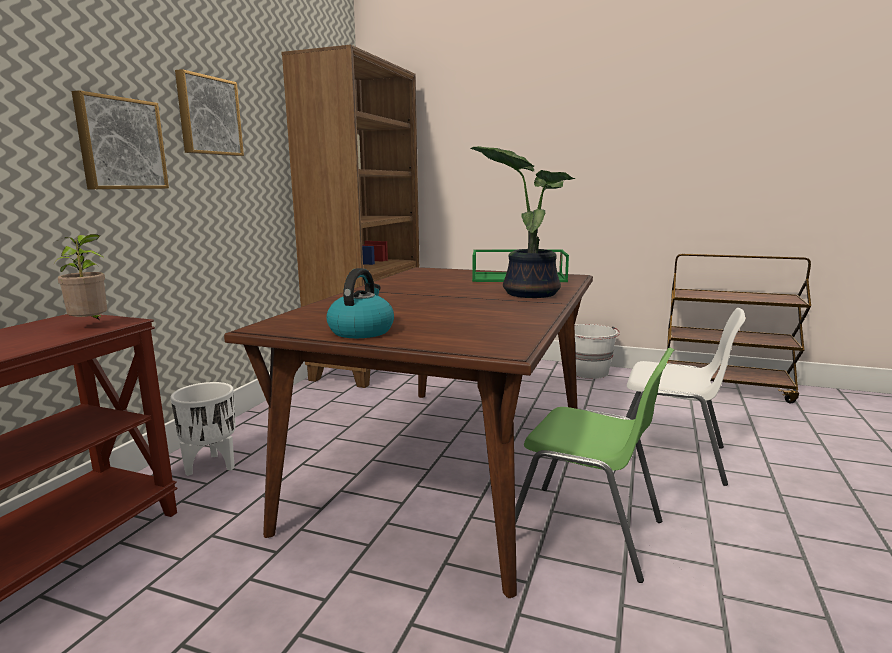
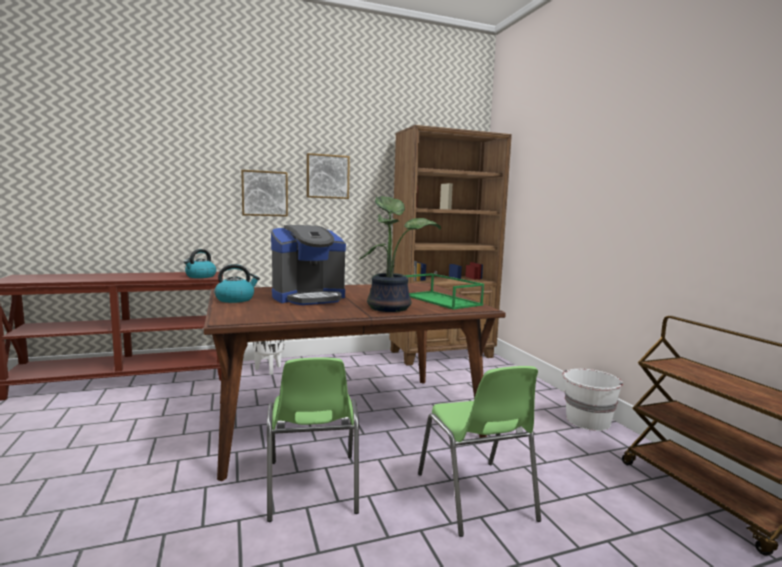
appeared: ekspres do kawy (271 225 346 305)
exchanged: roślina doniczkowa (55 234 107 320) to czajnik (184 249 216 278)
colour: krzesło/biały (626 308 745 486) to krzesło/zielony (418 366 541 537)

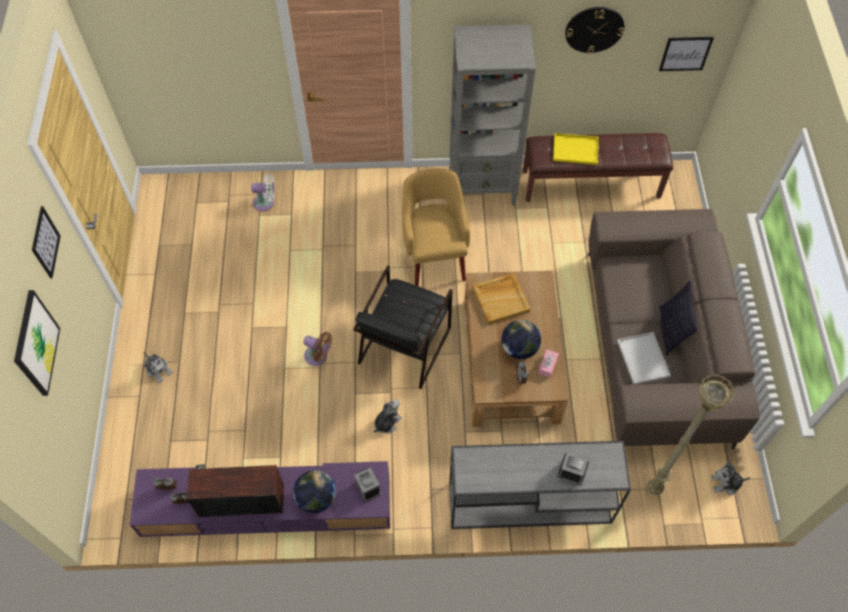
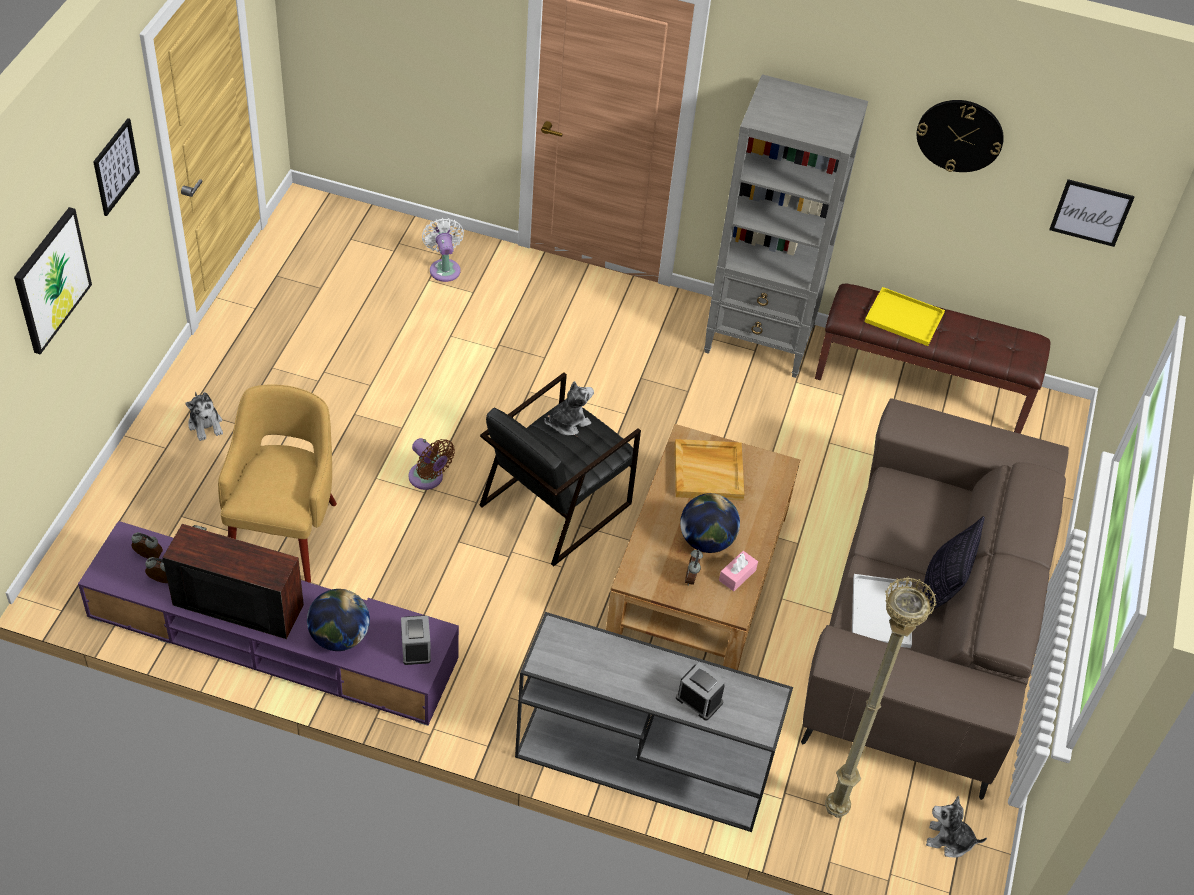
relocated: fotel/żółty (402 169 470 286) to (218 384 337 583); pluszak (374 400 402 434) to (544 381 594 435)
spun: wentylator/biały (251 173 275 211) = (422 218 464 282) 120 degrees counterclockwise

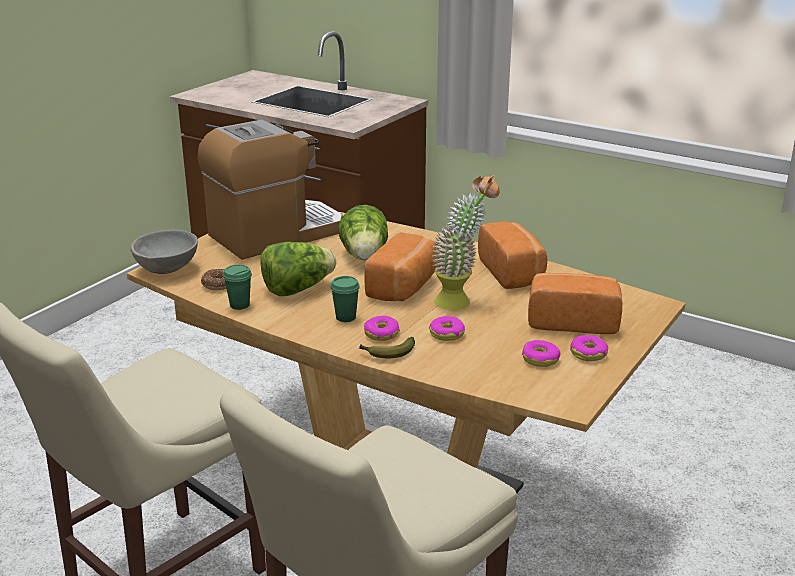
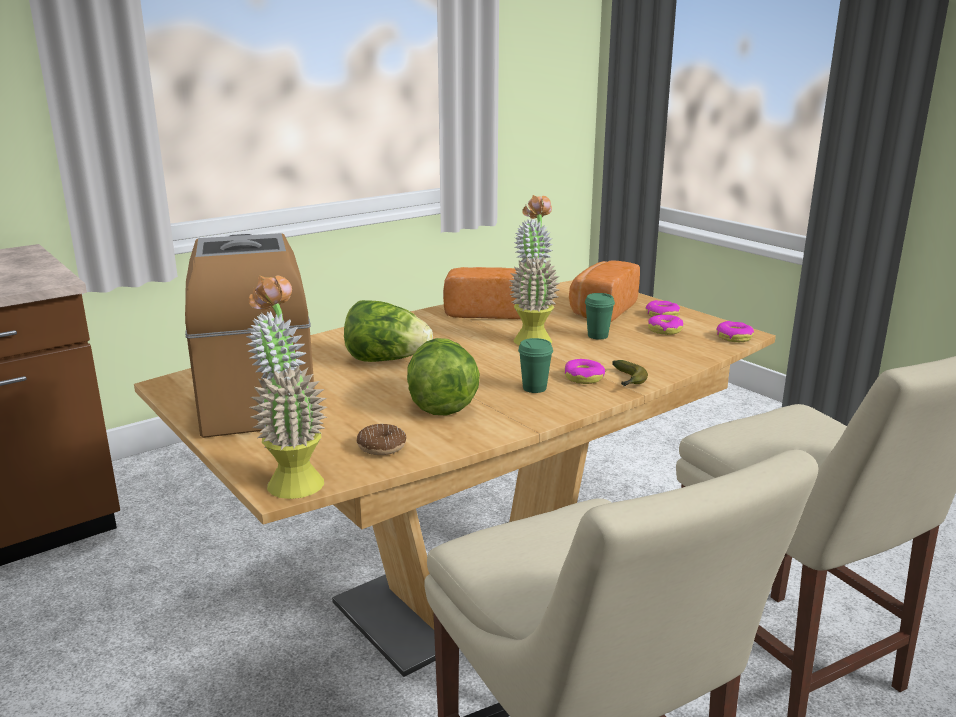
missing: chleb (364 232 436 302)
relocated: filiżanka/zielony (223 265 252 310) to (585 293 615 339); donut (429 316 465 341) to (716 321 754 342)
exchanged: miska/szary (131 230 198 274) to roślina doniczkowa (246 276 327 499)

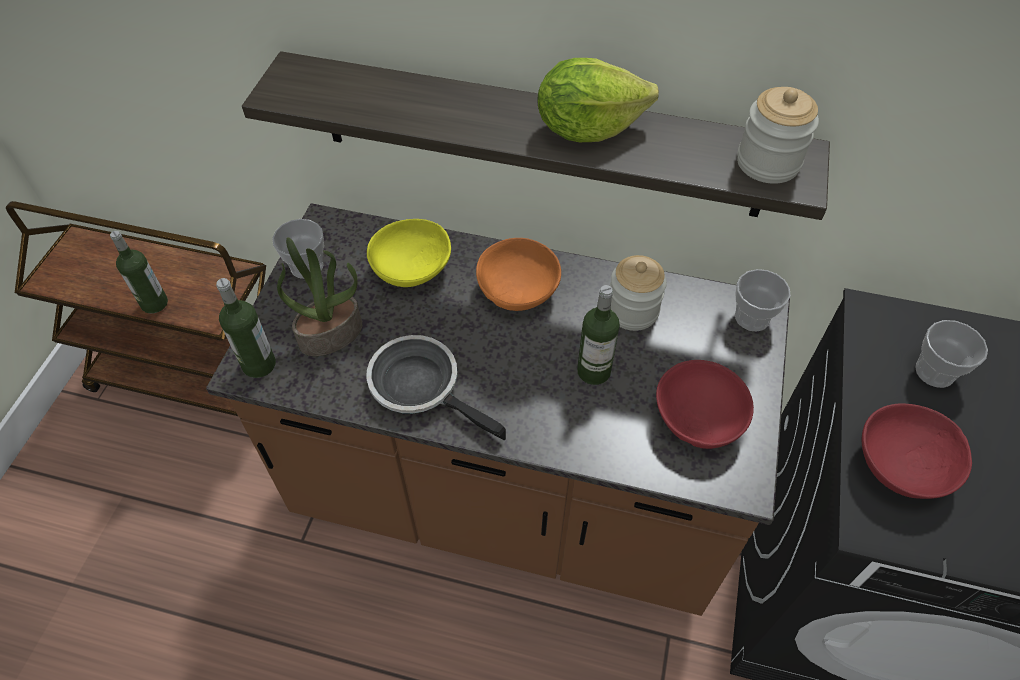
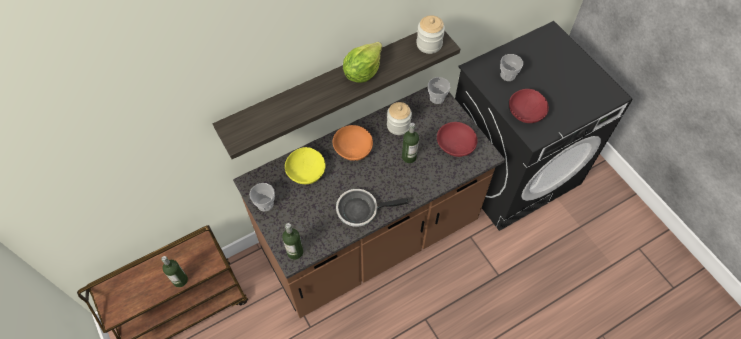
missing: roślina doniczkowa (277 237 362 356)

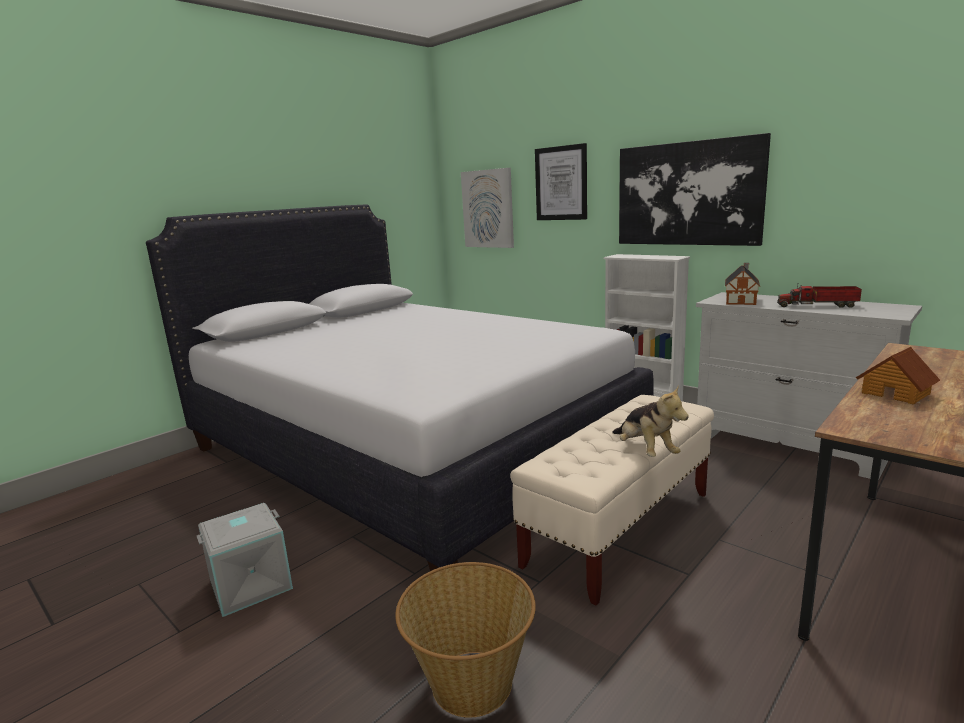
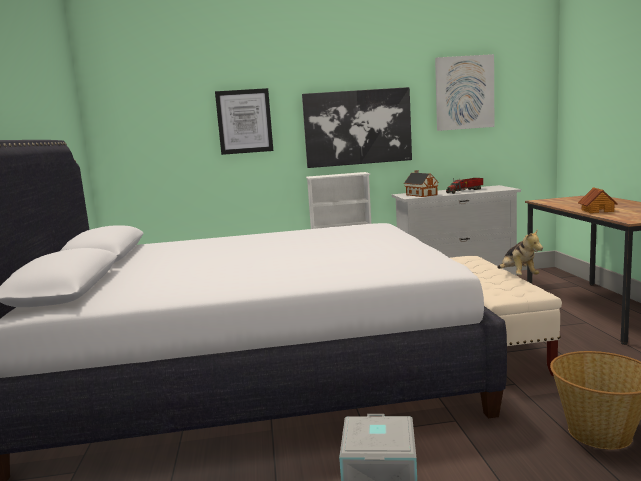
relocated: obraz (461 168 514 248) to (435 54 494 131)
spun: pluszak (612 385 689 457) = (497 229 543 275) 60 degrees clockwise

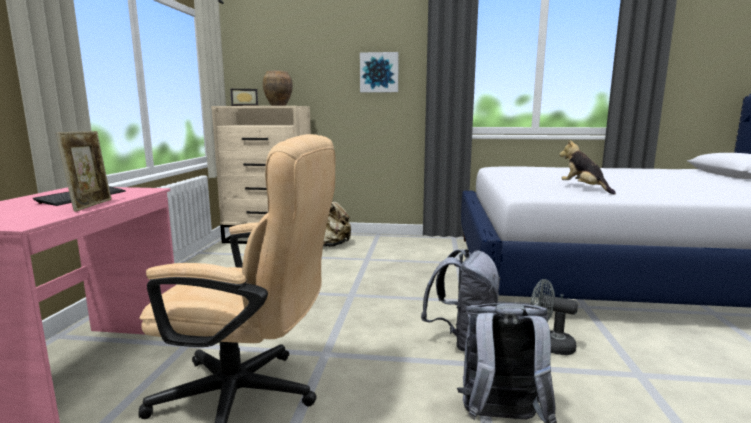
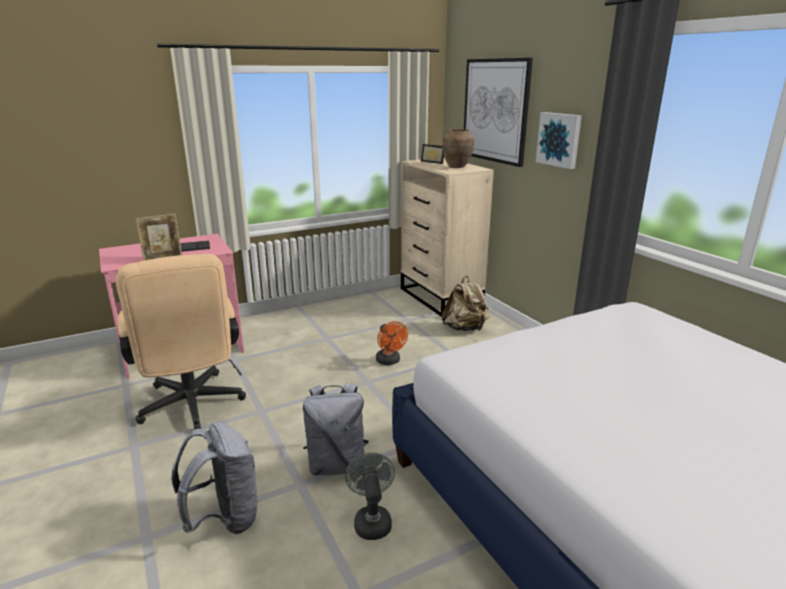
missing: pluszak (559 140 616 195)
appeared: obraz (464 58 533 167); wentylator/pomarańczowy (376 321 408 365)

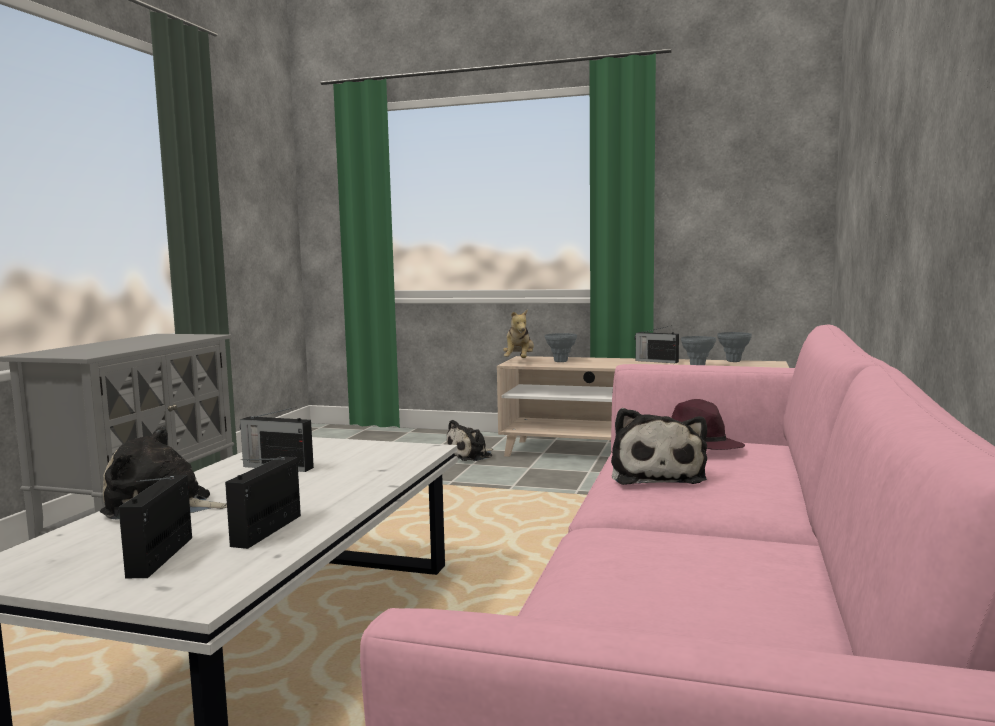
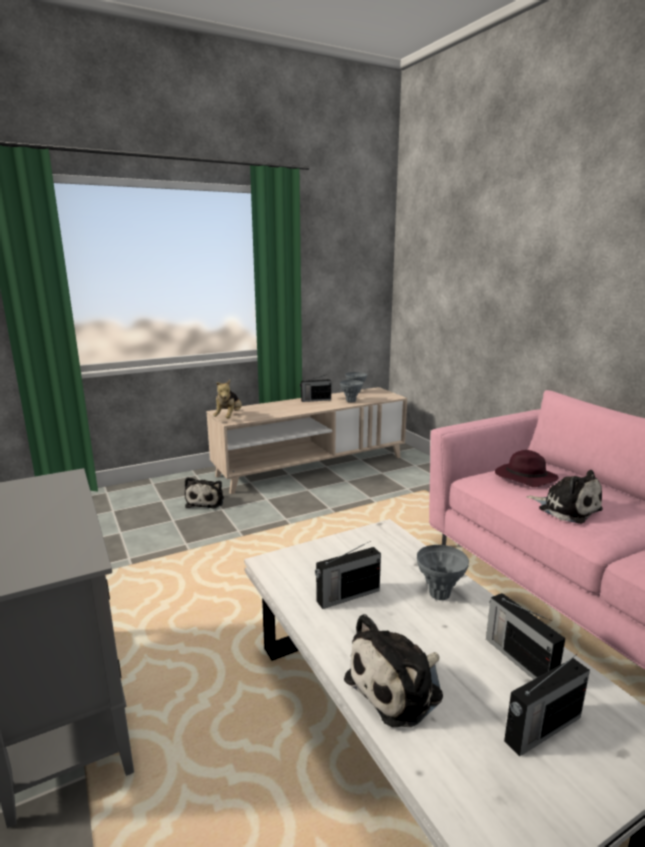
relocated: wazon/szary (545 333 577 362) to (417 545 469 600)
spun: pluszak (503 309 534 358) = (213 380 242 418) 45 degrees clockwise; radio (119 475 192 578) = (504 654 590 756) 75 degrees counterclockwise

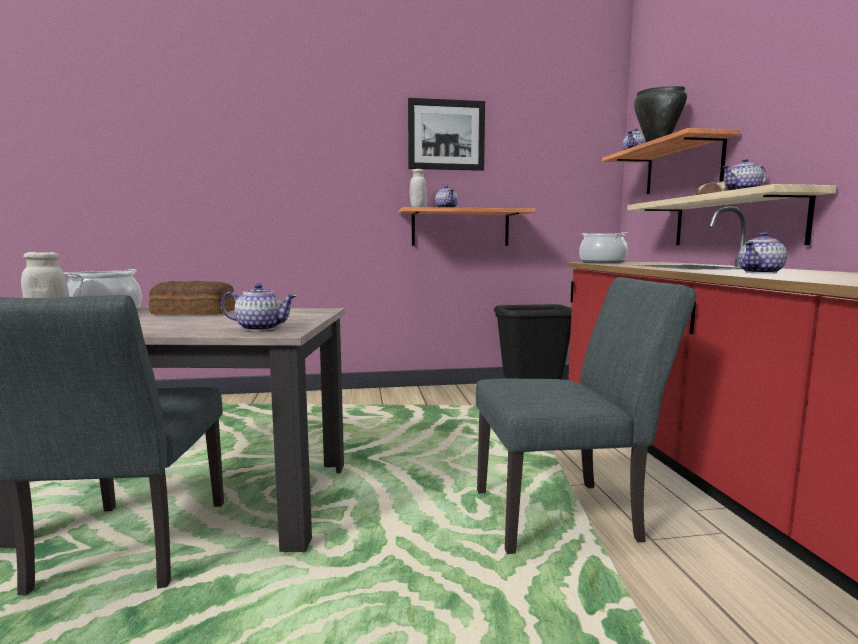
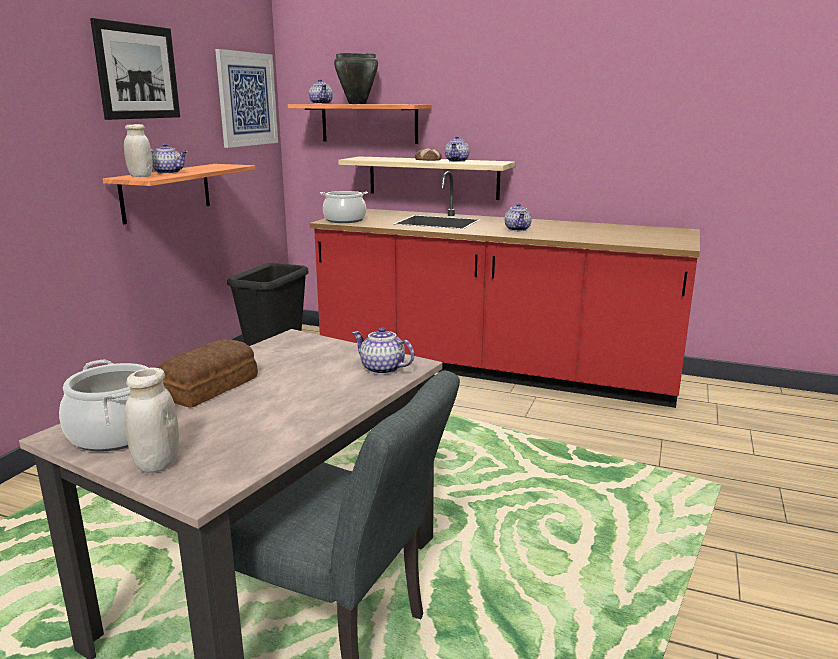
missing: krzesło/szary (476 277 696 554)
appeared: obraz (215 49 278 148)
spun: imbryk (221 283 297 331) = (352 327 414 375) 90 degrees counterclockwise

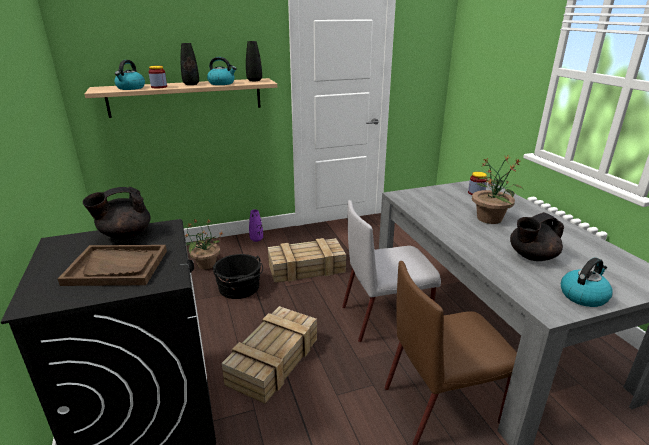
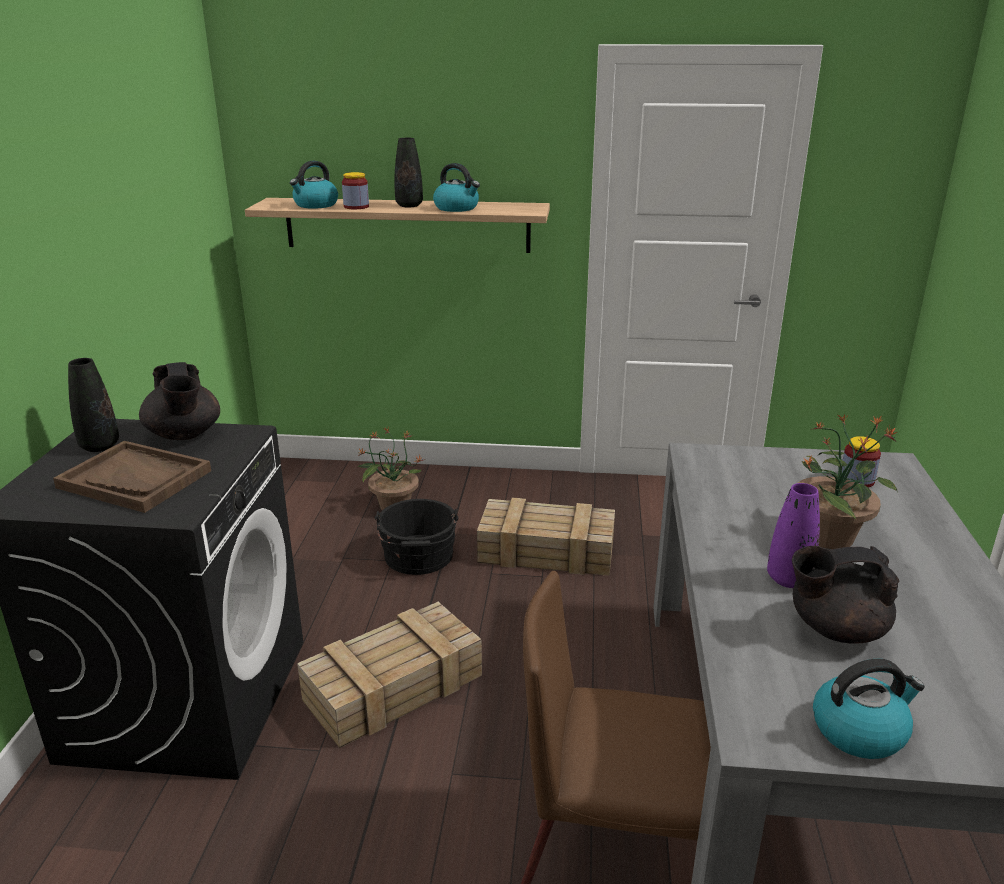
missing: krzesło/szary (342 200 441 342)
relocated: wazon/czarny (246 41 262 81) to (68 358 119 452); wazon/fioletowy (249 209 263 242) to (767 483 820 588)
spun: imbryk/czarny (83 187 151 239) = (139 362 220 440) 105 degrees counterclockwise

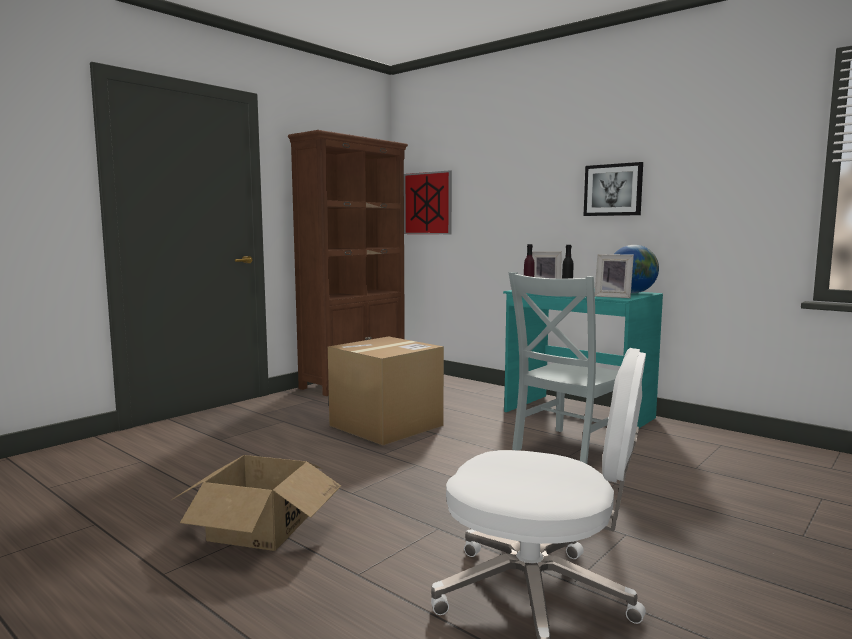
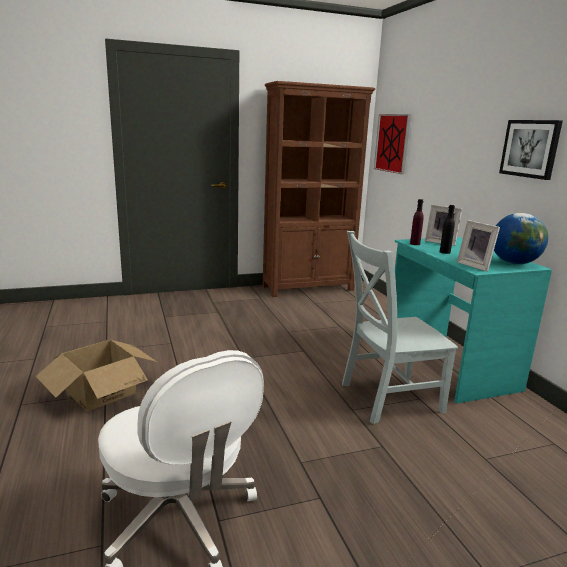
missing: karton (328 337 444 445)

